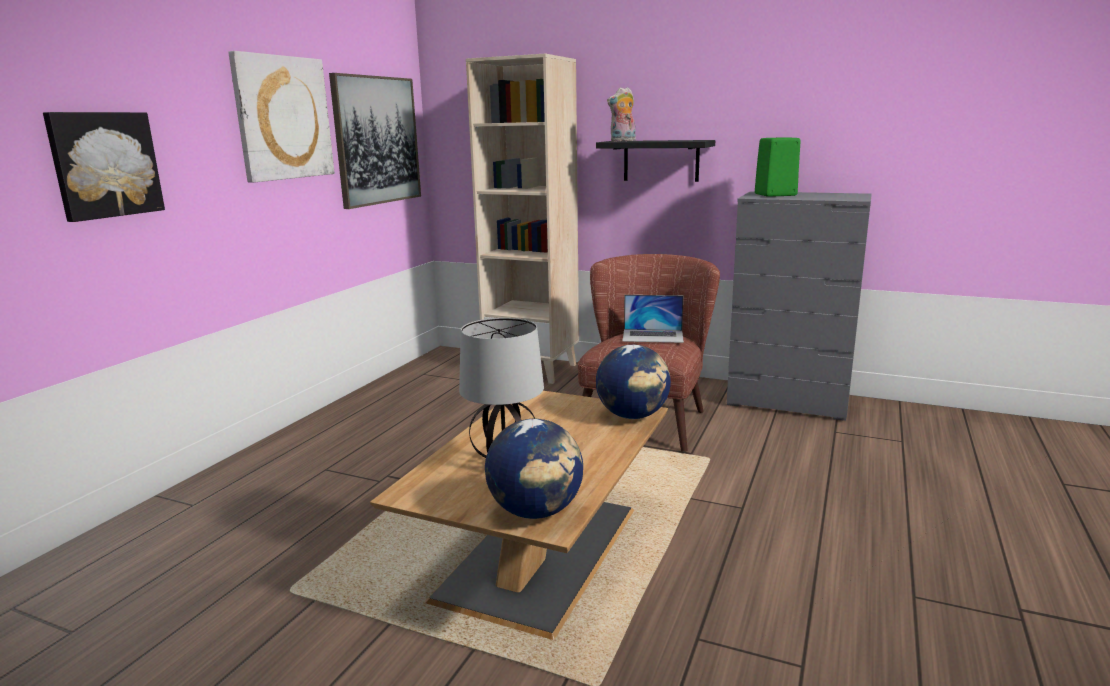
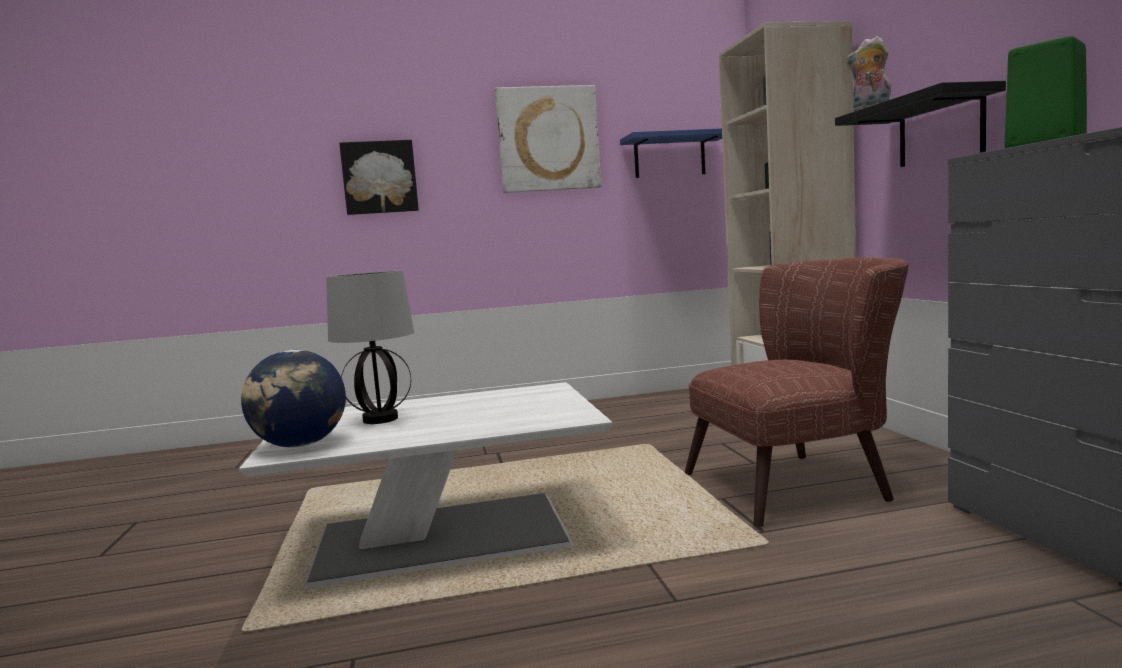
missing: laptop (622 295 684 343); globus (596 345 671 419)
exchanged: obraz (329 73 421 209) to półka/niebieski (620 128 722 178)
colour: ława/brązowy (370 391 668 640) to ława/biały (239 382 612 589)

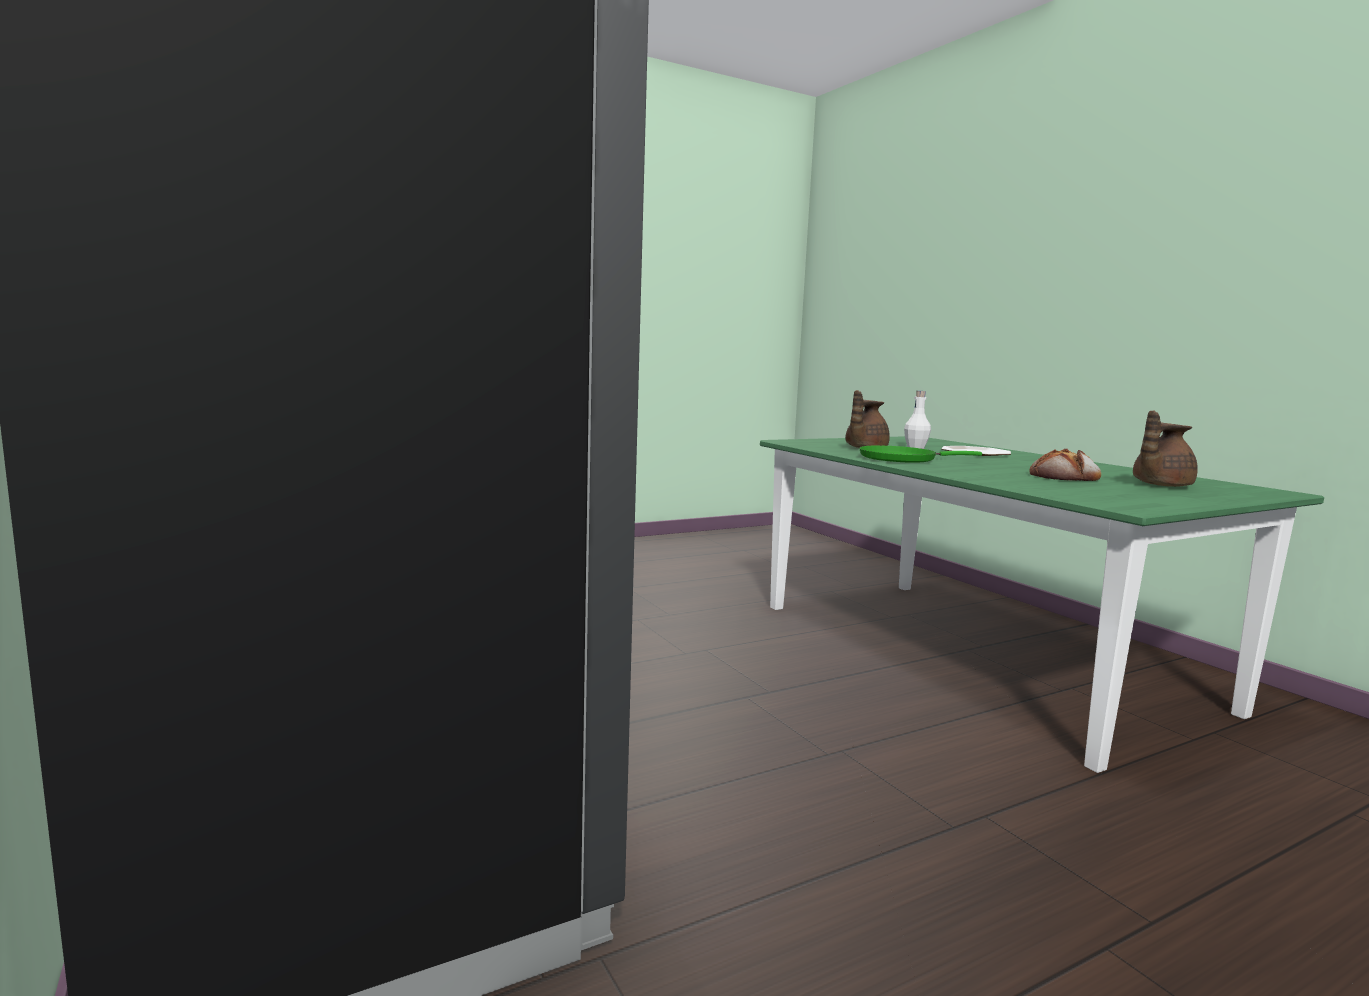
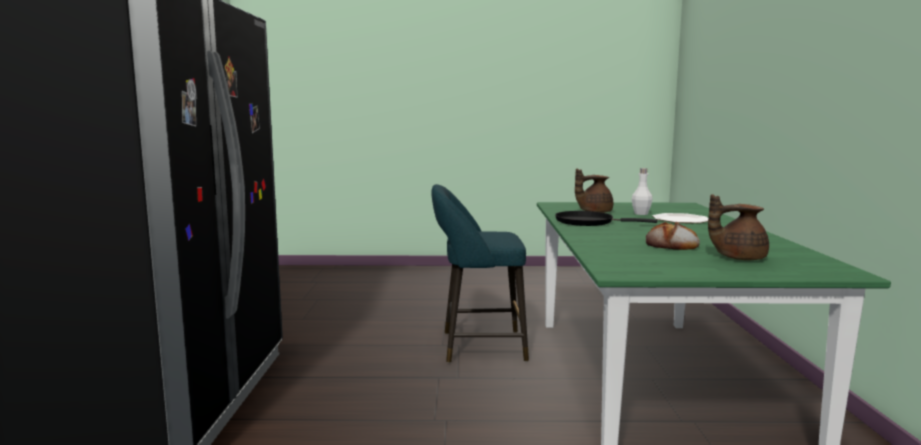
appeared: stołek/turkusowy (431 184 529 363)
colour: patelnia/zielony (859 446 982 463) to patelnia/czarny (555 211 657 226)

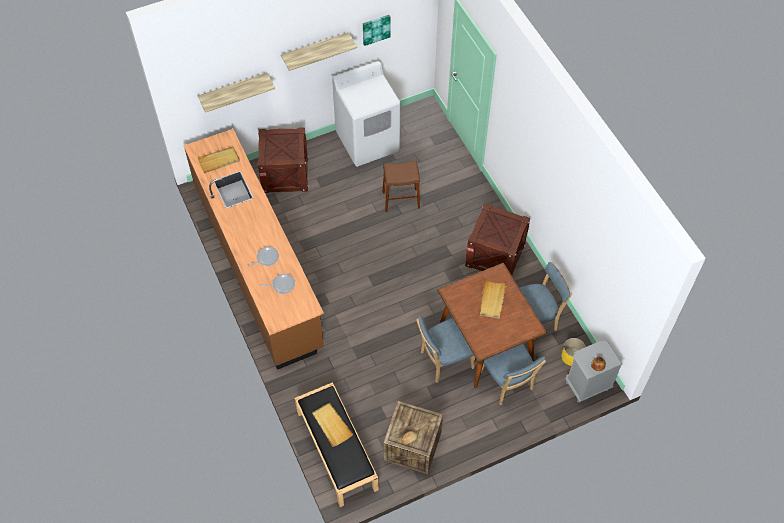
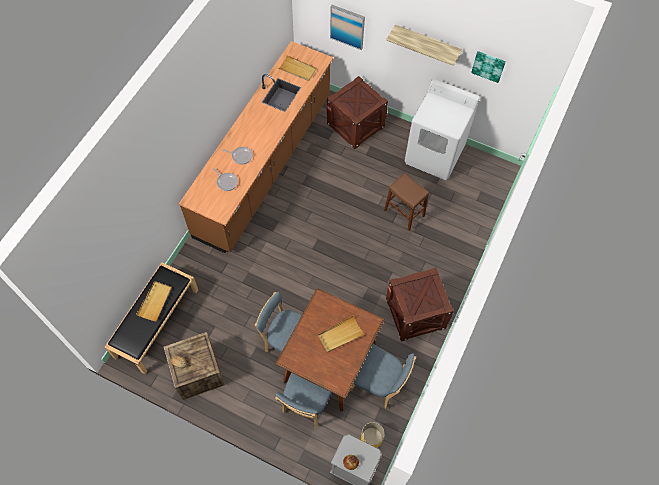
exchanged: półka (198 72 275 113) to obraz (330 5 365 50)

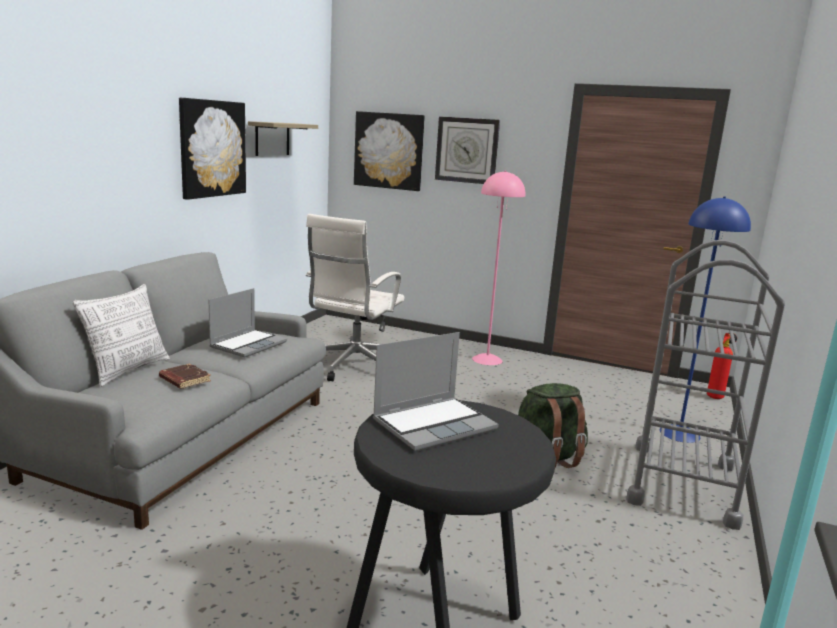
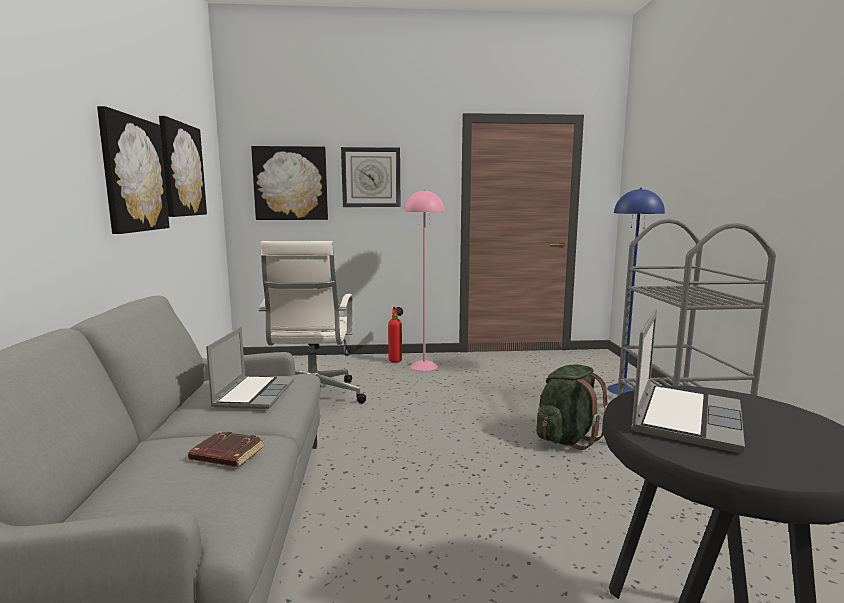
missing: poduszka (73 284 170 387)
relocated: gaśnica (707 333 737 399) to (388 307 403 363)
exchanged: półka (248 121 318 156) to obraz (159 116 207 217)

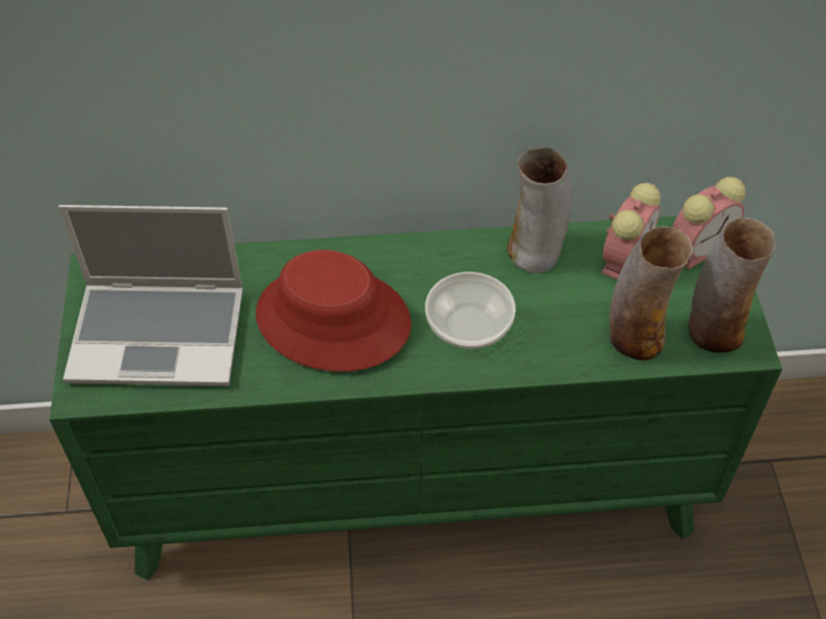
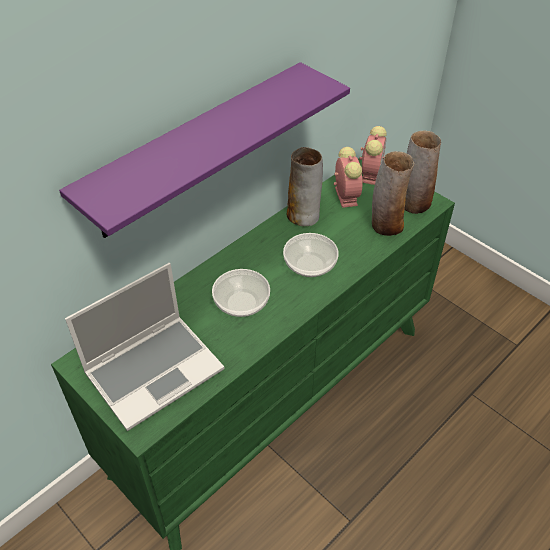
appeared: półka/fioletowy (59 62 350 238)
exchanged: kapelusz/czerwony (256 250 411 372) to miska (212 269 270 317)

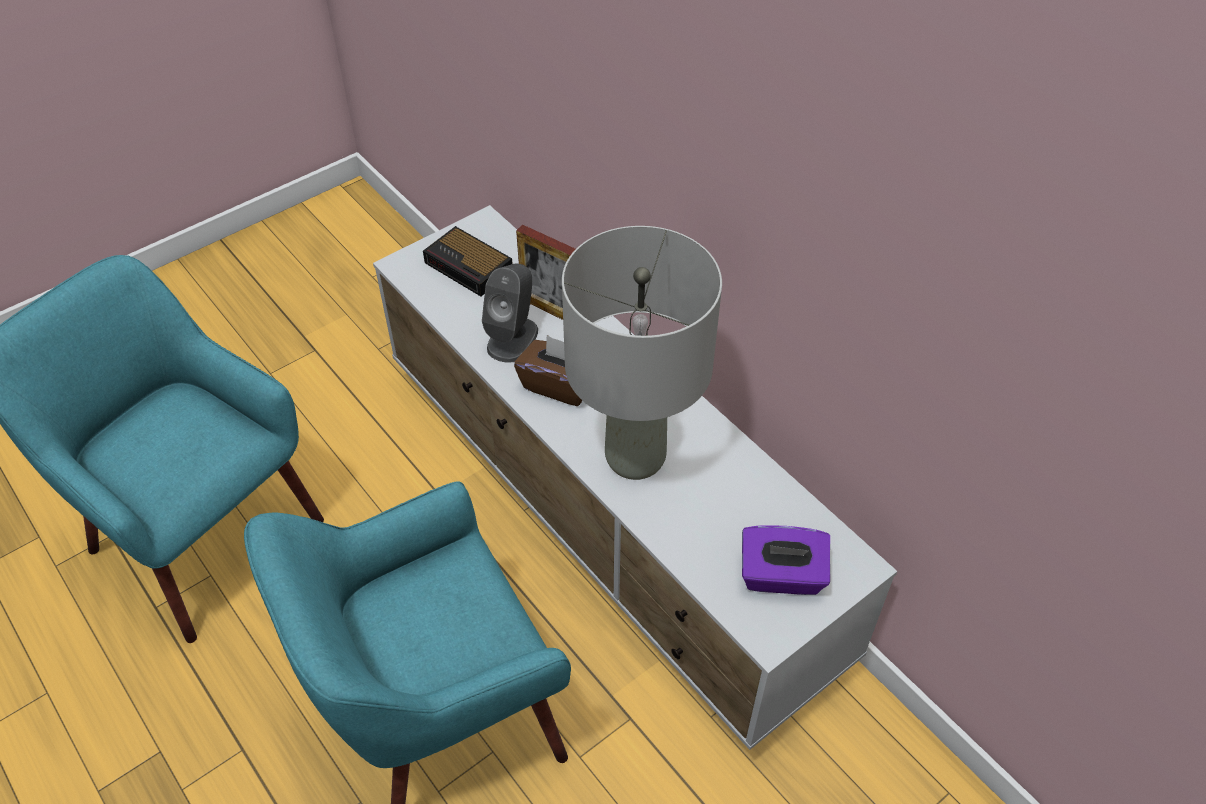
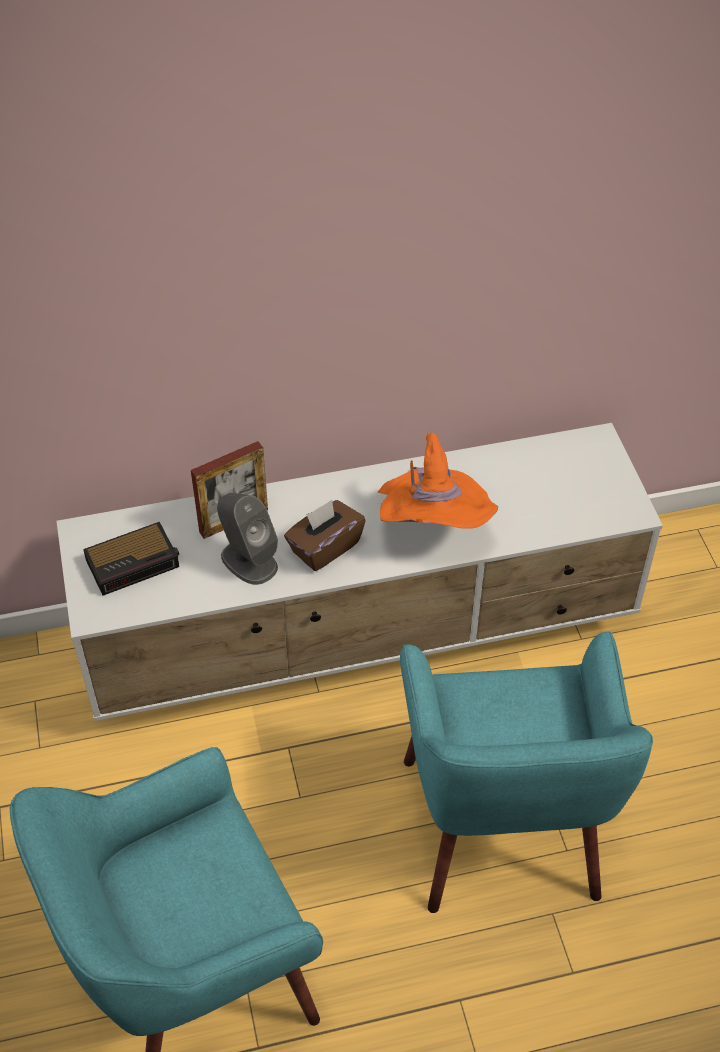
missing: pudełko chusteczek/fioletowy (742 525 830 595)
exchanged: lampa stołowa/szary (562 226 722 480) to kapelusz/pomarańczowy (378 431 498 529)

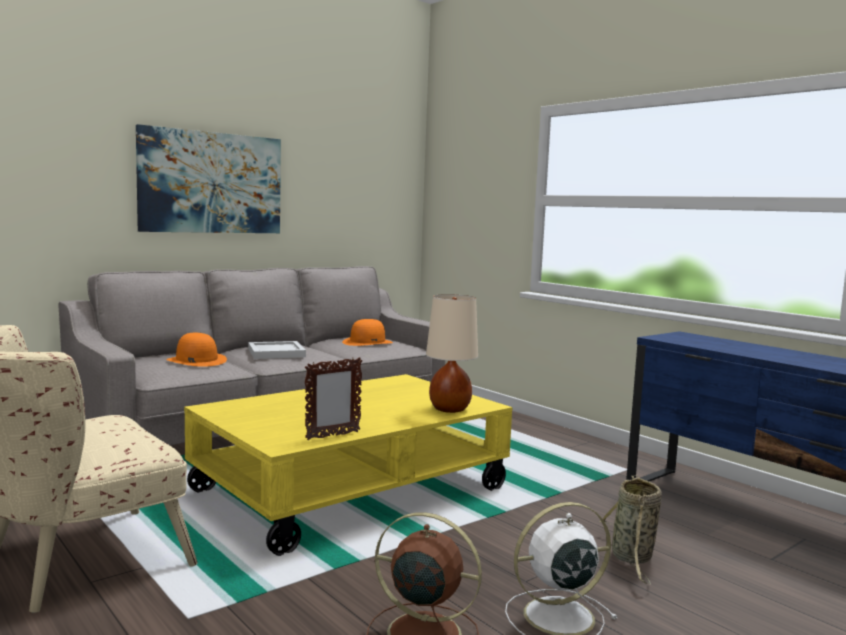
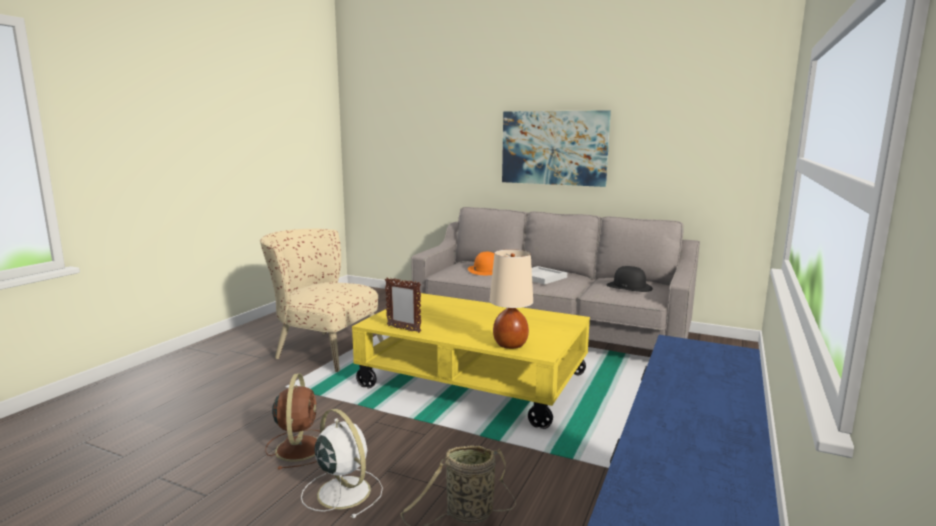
colour: kapelusz/pomarańczowy (342 319 393 346) to kapelusz/czarny (607 266 653 292)

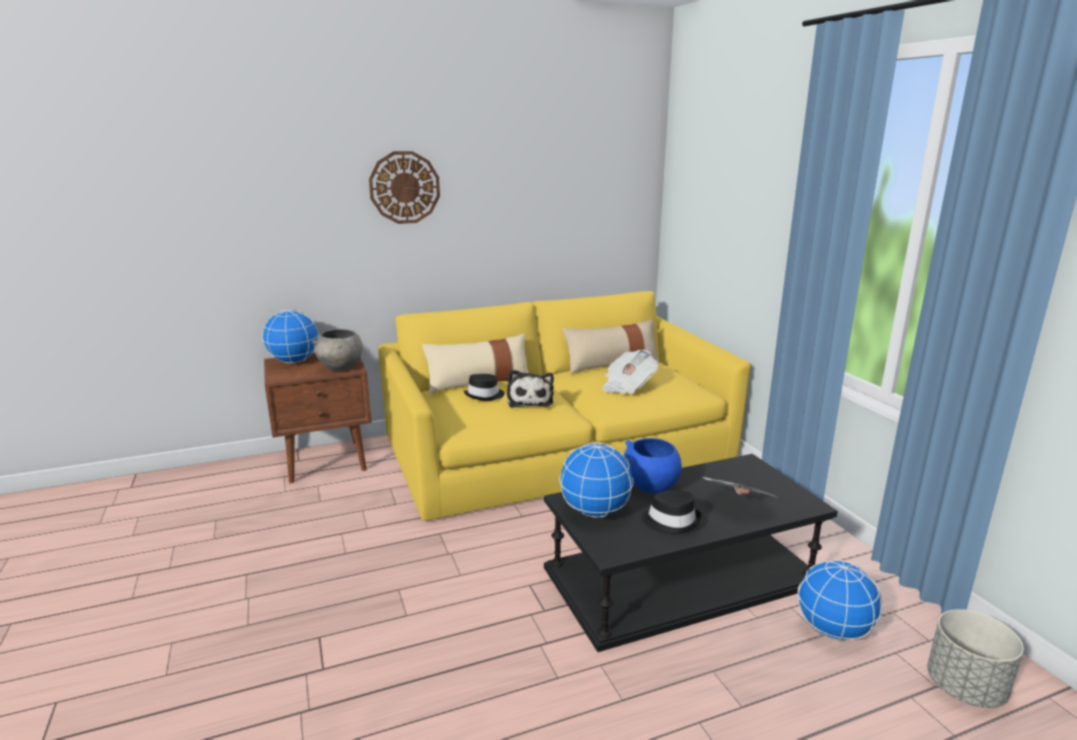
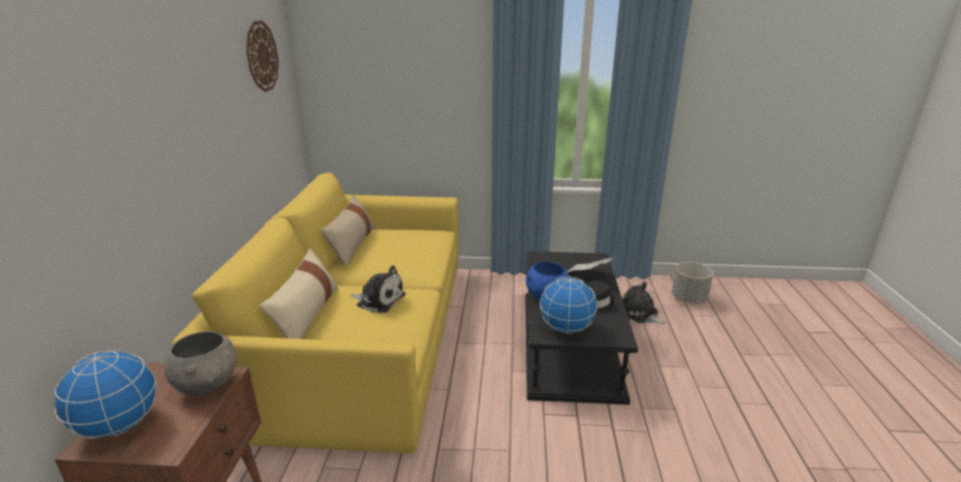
missing: gazeta (602 350 658 394); kapelusz/czarny (464 374 504 401)
relocated: zegar ścienny (369 151 440 224) to (246 20 279 92)
exchanged: globus (797 560 882 641) to pluszak (622 281 666 324)

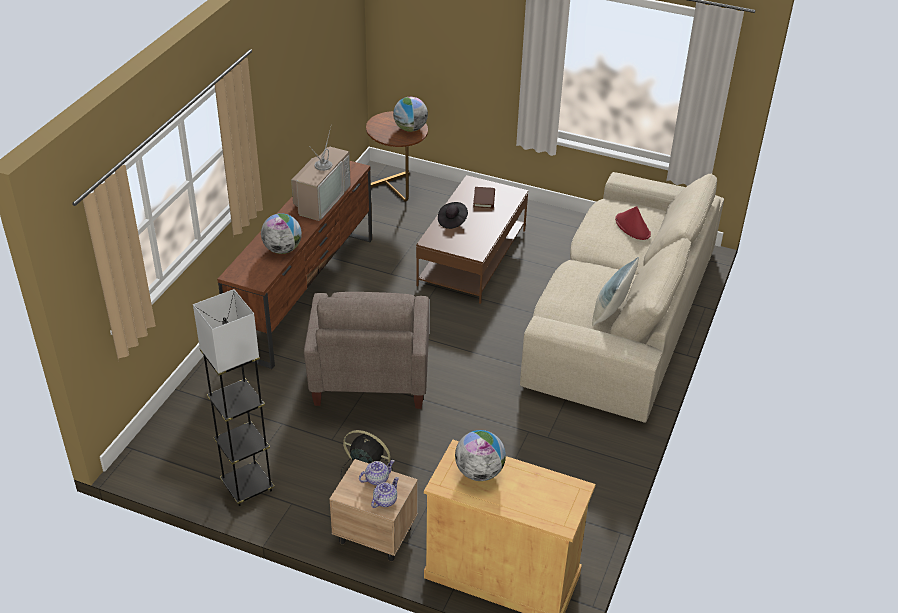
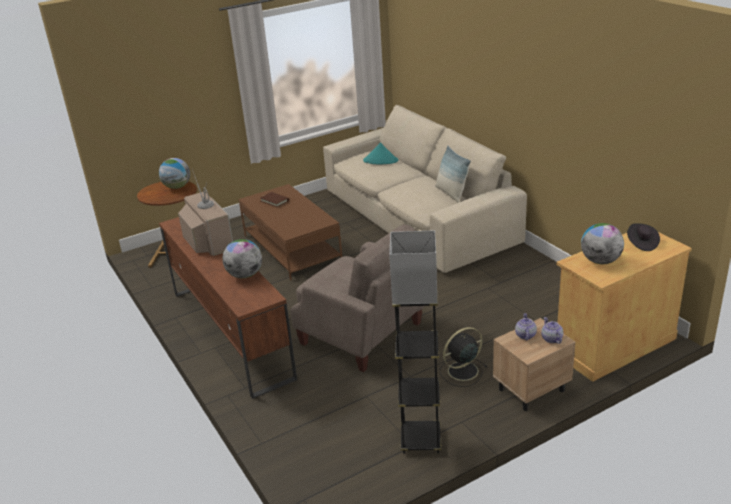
relocated: kapelusz/czarny (438 202 468 229) to (627 223 660 251)
colour: kapelusz/czerwony (615 206 651 240) to kapelusz/turkusowy (363 142 398 164)

